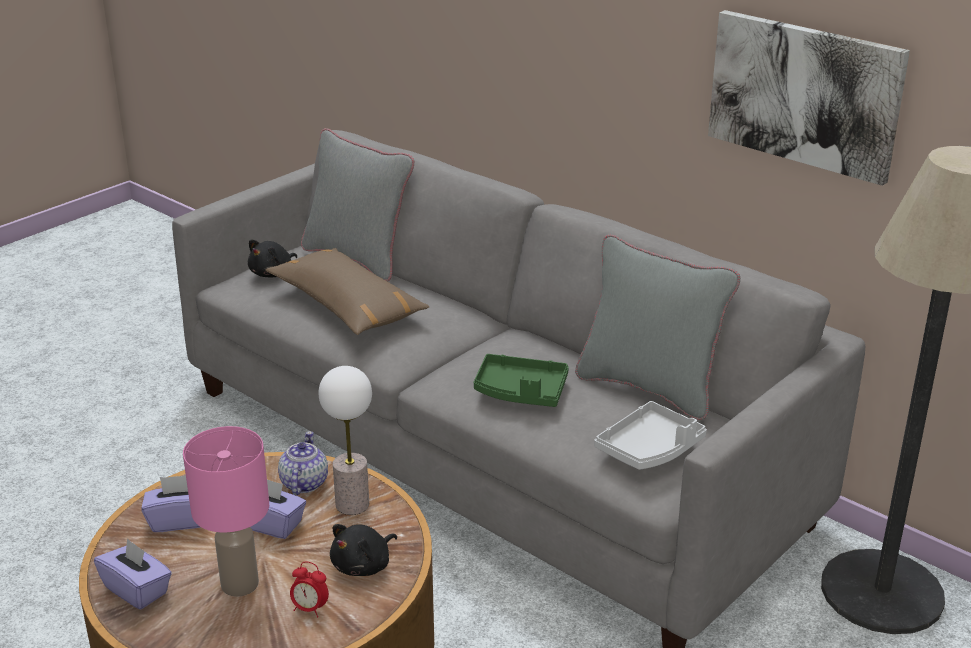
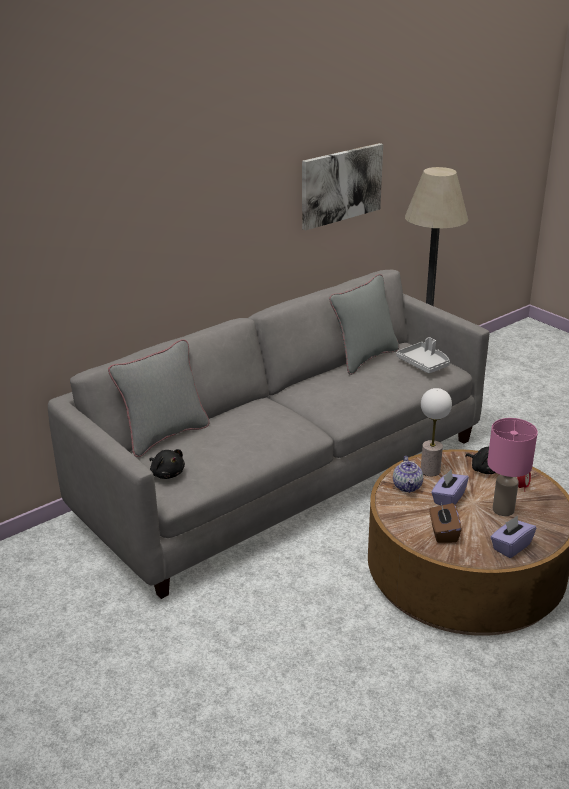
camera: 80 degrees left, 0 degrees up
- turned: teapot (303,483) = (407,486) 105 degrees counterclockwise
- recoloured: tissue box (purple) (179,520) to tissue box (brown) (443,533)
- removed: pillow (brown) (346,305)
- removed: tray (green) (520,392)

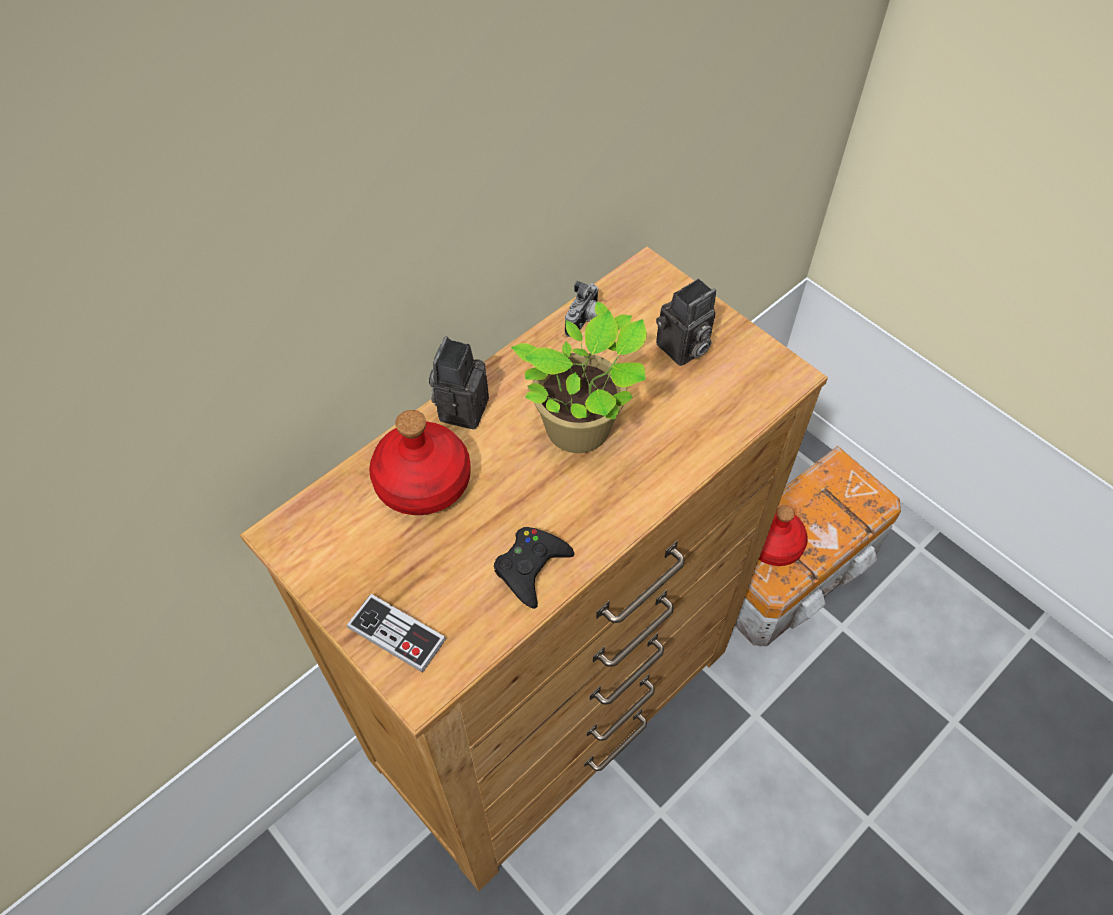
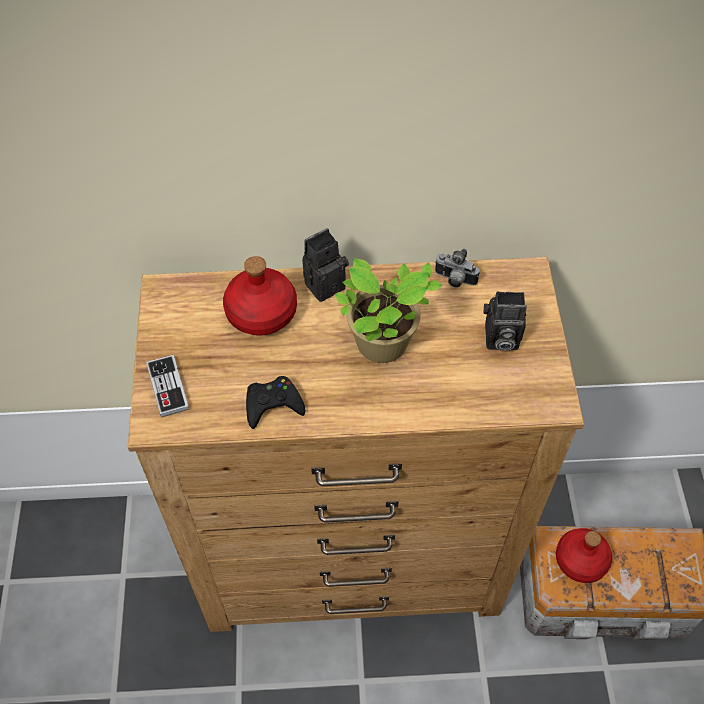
camera: 40 degrees right, 0 degrees up
- turned: photo camera (586,321) = (454,280) 45 degrees clockwise

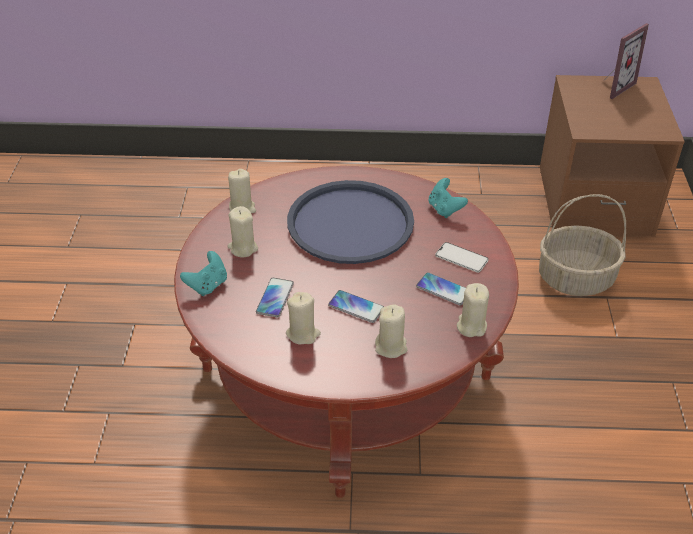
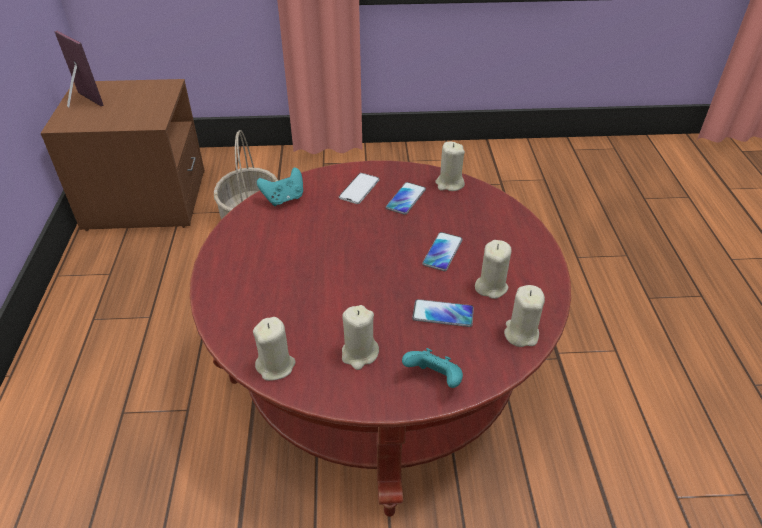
camera: 95 degrees left, 0 degrees up
- moved: candle (beige) (391,347) to (521,334)
- removed: tray (blue) (350,223)

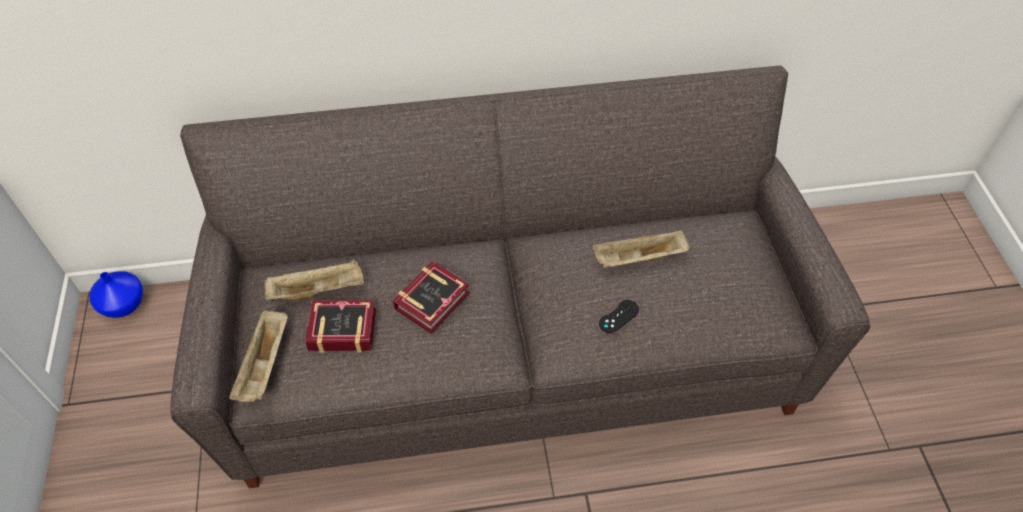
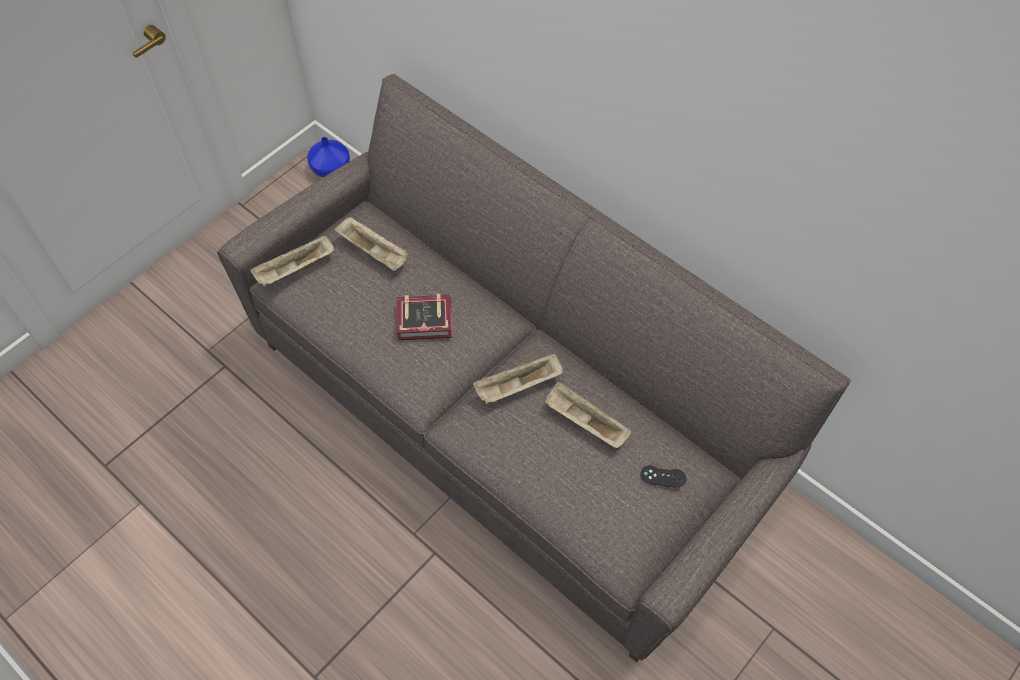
camera: 50 degrees right, 5 degrees up
- added: tray (beige) (518,387)
- moved: game controller (black) (619,316) to (663,476)
- removed: book (339,328)

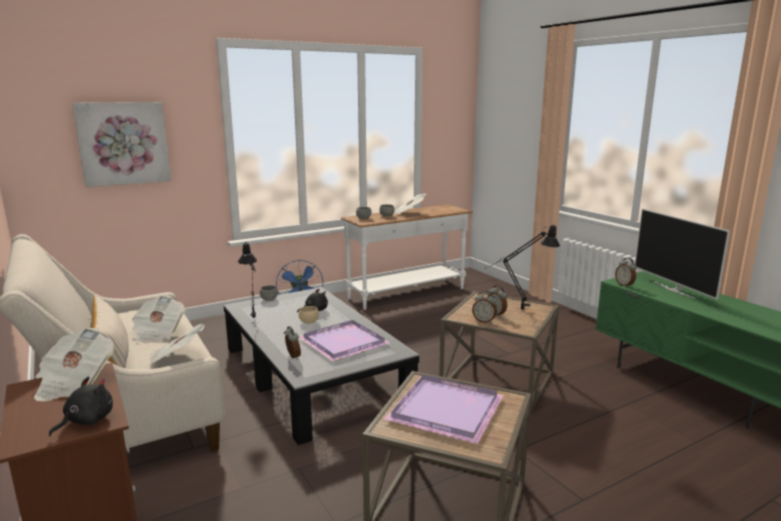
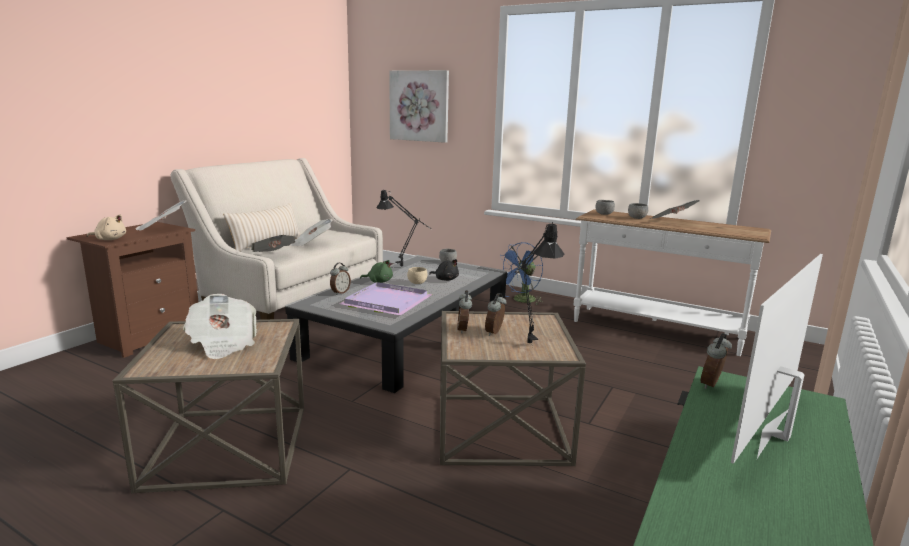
camera: 60 degrees right, 0 degrees up
- recoloured: plush toy (black) (86,421) to plush toy (beige) (110,239)
- replaced: tray (purple) (448,410) to newspaper (223,343)
- added: plush toy (green) (379,281)

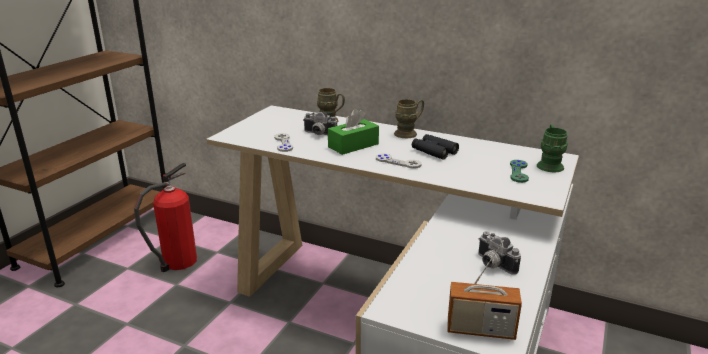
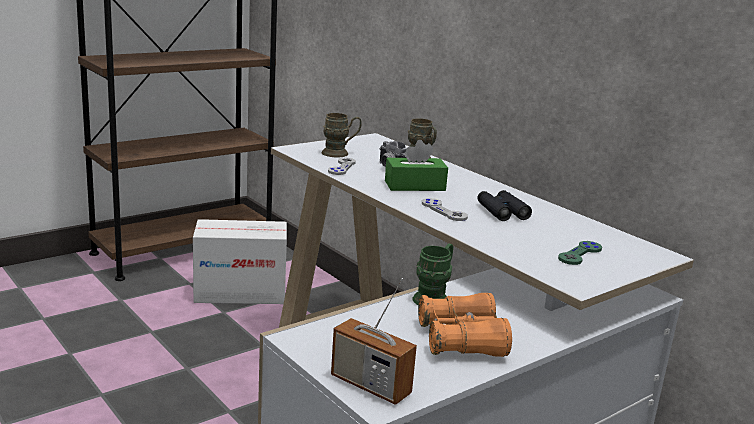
camera: 25 degrees right, 5 degrees down
- replaced: fire extinguisher (177,262) to cardboard box (240,293)
- moved: mug (brown) (409,133) to (340,153)
- moved: mug (green) (549,164) to (434,297)
- replaced: photo camera (492,264) to binoculars (orange) (461,340)

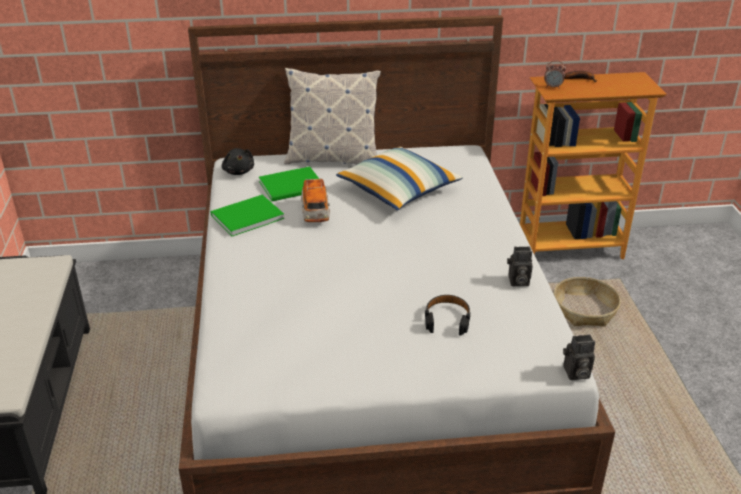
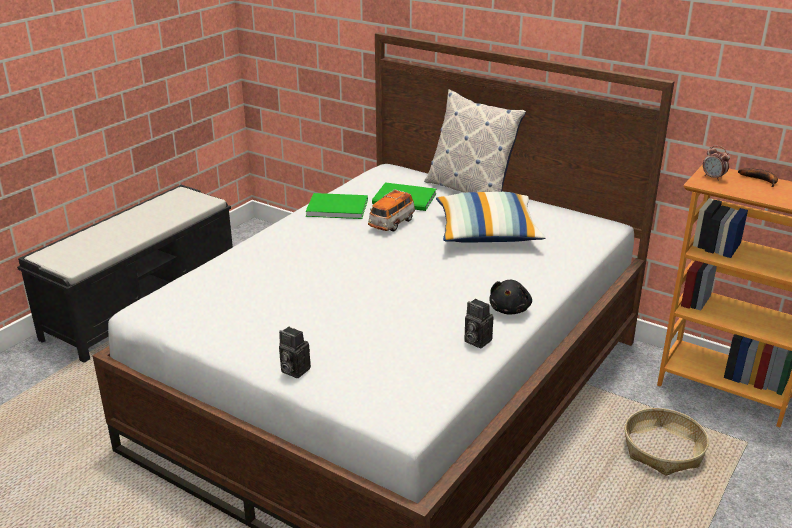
camera: 40 degrees right, 5 degrees down
- moved: photo camera (575,373) to (293,370)
- moved: plush toy (black) (238,171) to (510,309)
- removed: headphones (black) (447,319)

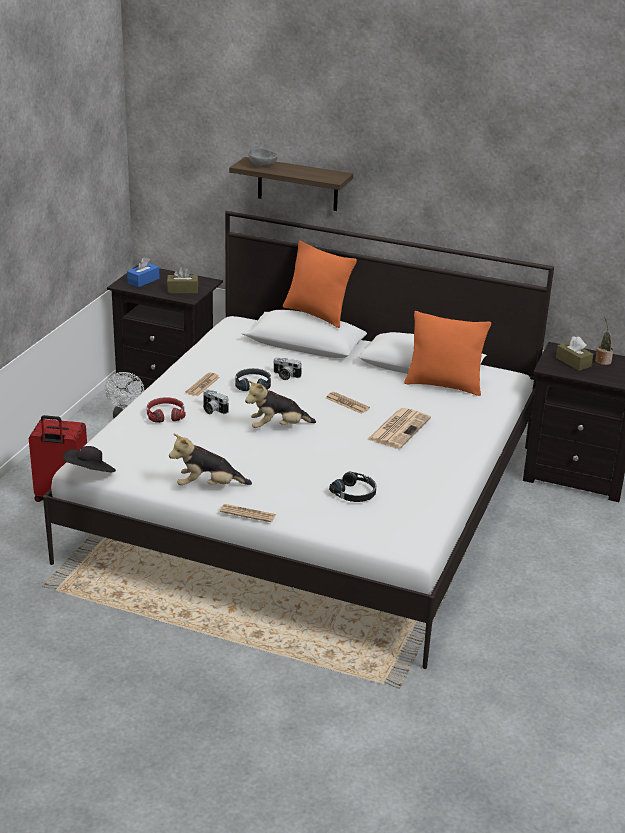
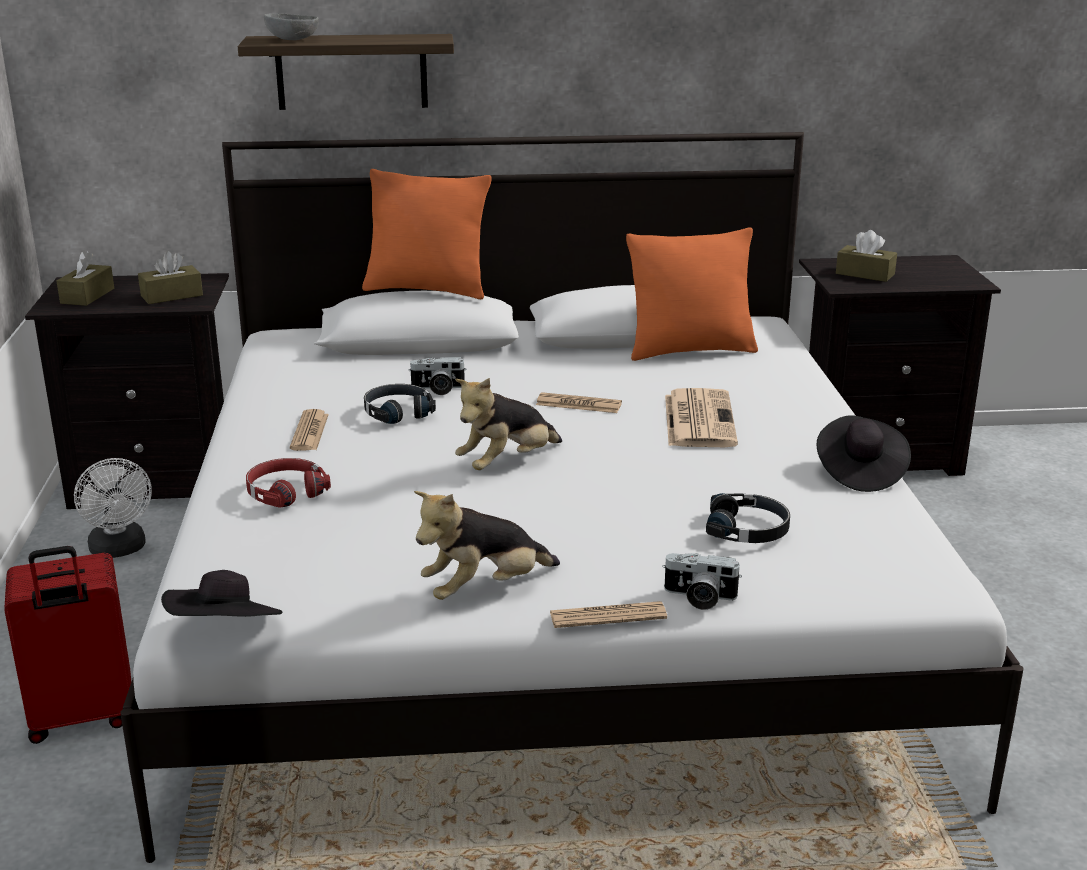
camera: 25 degrees left, 5 degrees down
- recoloured: tissue box (blue) (143,281) to tissue box (brown) (87,296)
- moved: photo camera (212,410) to (699,598)
- added: hat (black) (859,472)
- removed: potted plant (602,360)

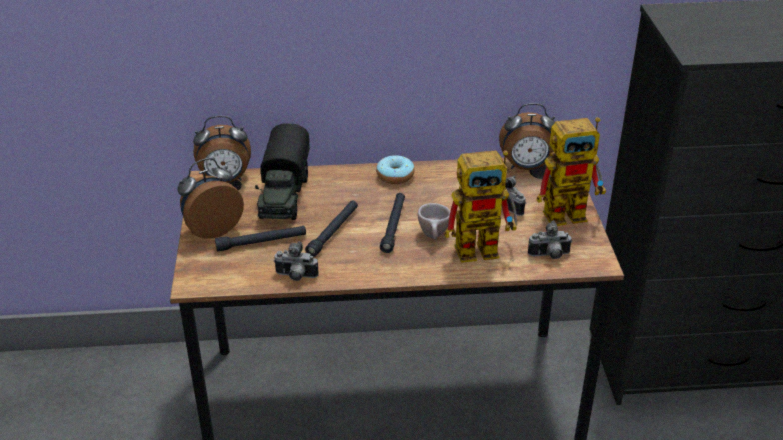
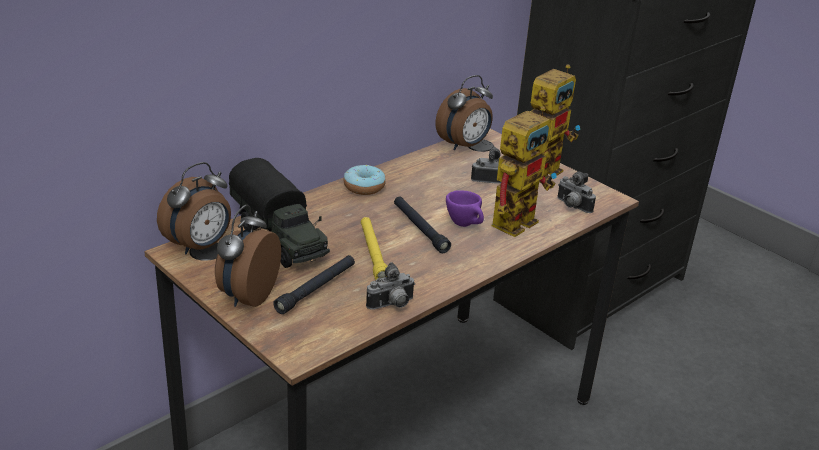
camera: 40 degrees left, 5 degrees down
- recoloured: flashlight (black) (333,232) to flashlight (yellow) (373,253)
- recoloured: cup (beige) (434,237) to cup (purple) (465,225)
- turned: photo camera (549,256) = (572,206) 90 degrees clockwise

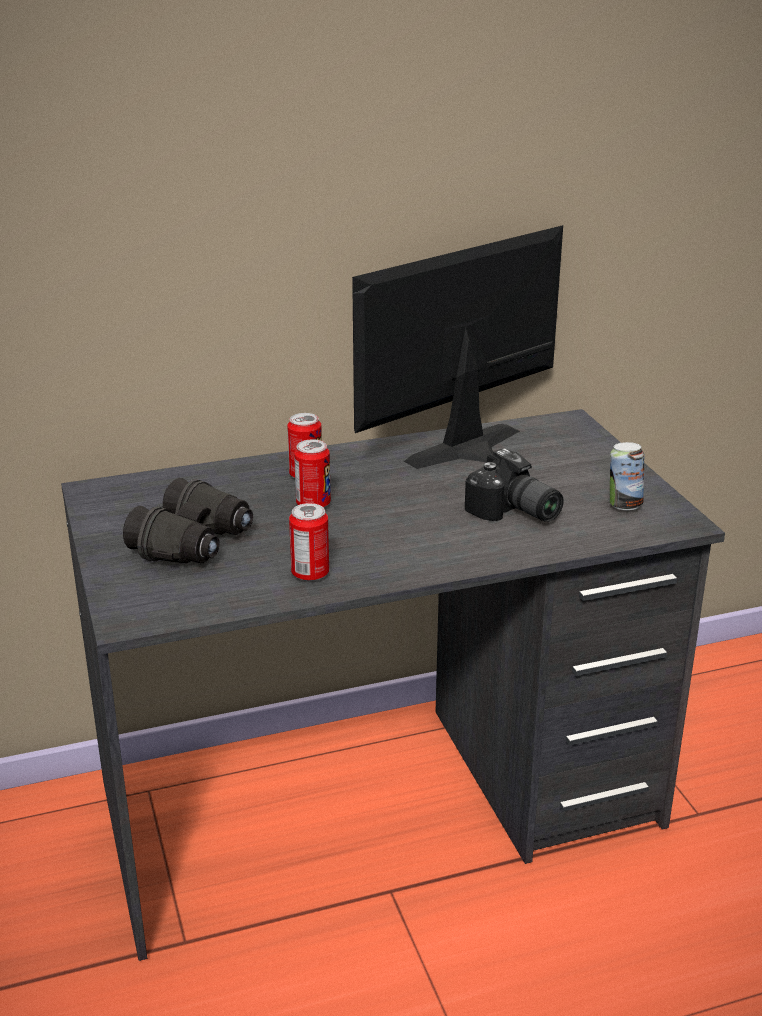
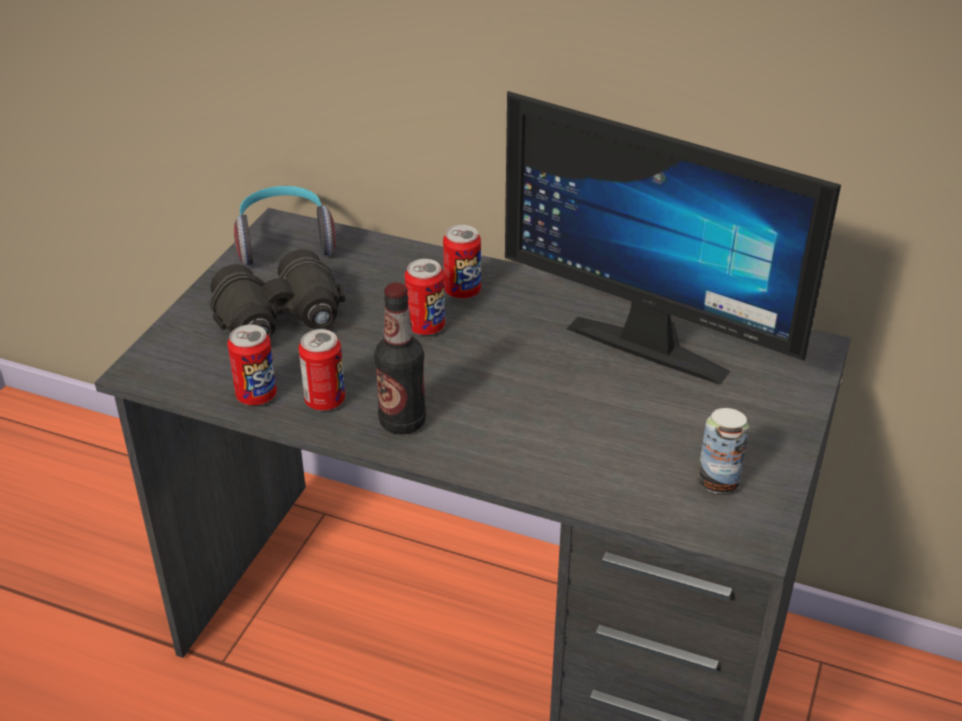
camera: 40 degrees right, 10 degrees up
- added: can (256,396)
- added: headphones (284,240)
- added: bottle (402,422)
- turned: monitor (474,452) = (655,339) 150 degrees counterclockwise
- removed: photo camera (513,513)

